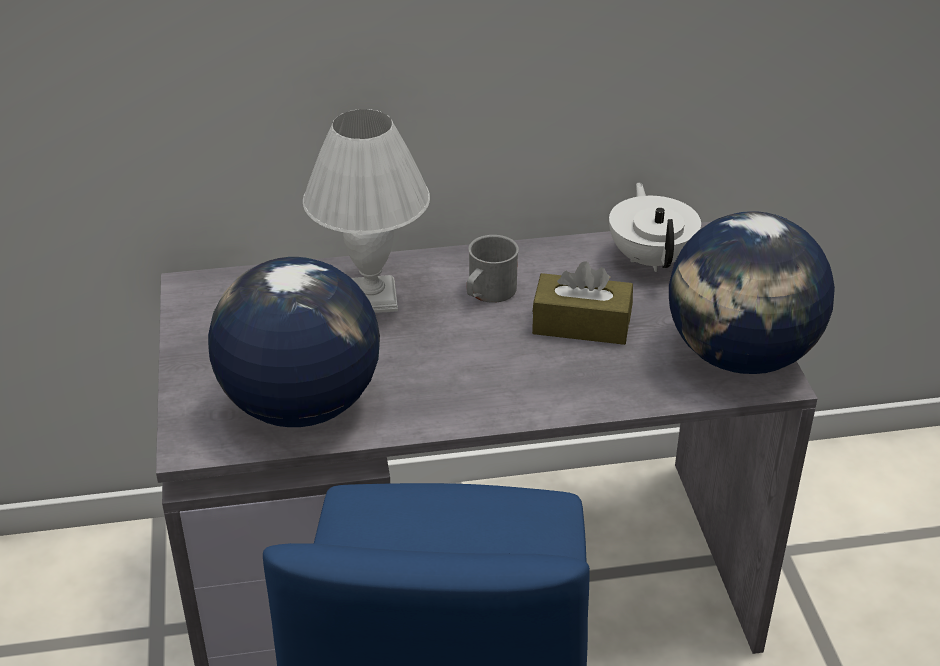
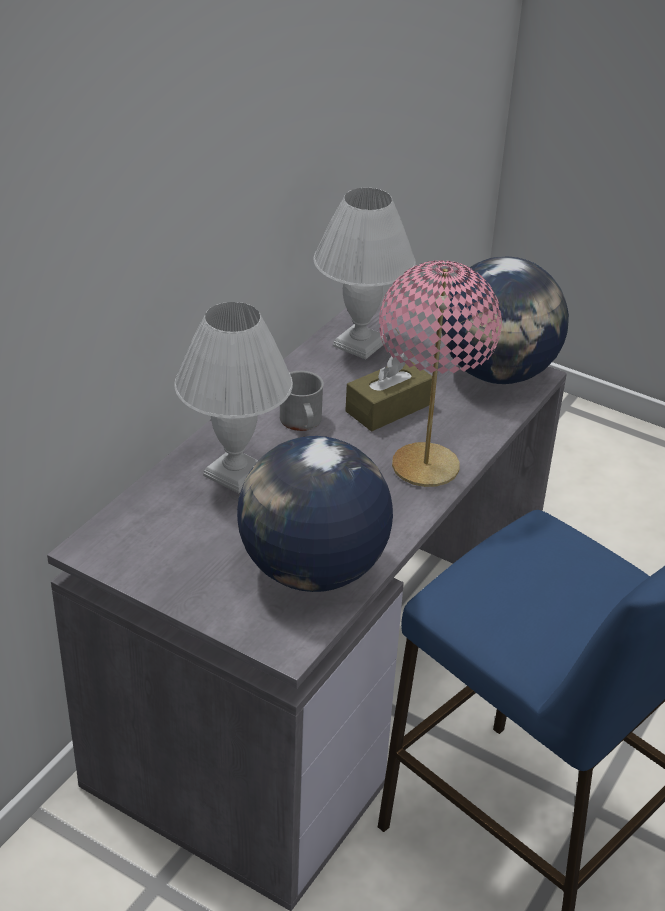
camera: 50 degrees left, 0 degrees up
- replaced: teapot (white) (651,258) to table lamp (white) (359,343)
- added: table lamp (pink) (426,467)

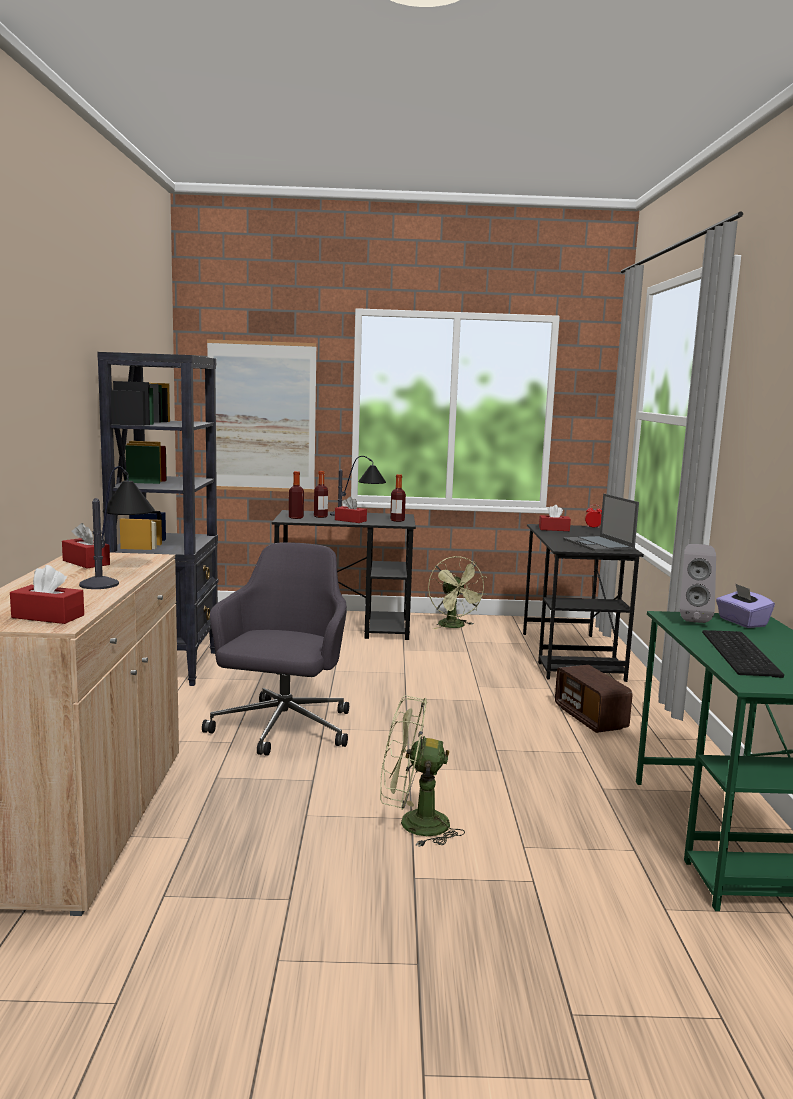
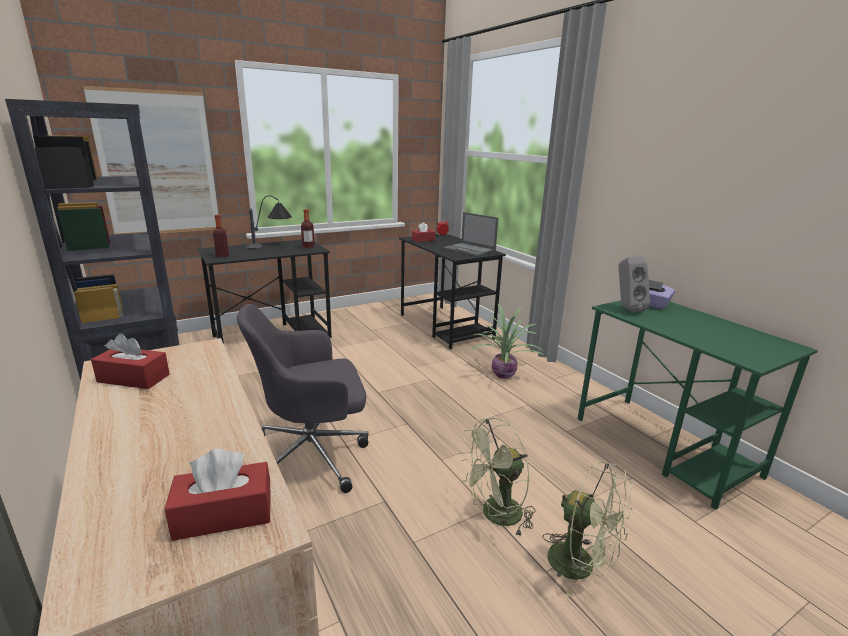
camera: 30 degrees left, 10 degrees up
- turned: office chair (grey) (282,729) = (313,455) 90 degrees counterclockwise
- replaced: radio (590,718) to potted plant (504,374)
- moved: fan (green) (455,626) to (581,566)
- removed: table lamp (119,576)
- removed: bottle (320,516)
- removed: tissue box (red) (350,520)
- removed: keyboard (742,653)

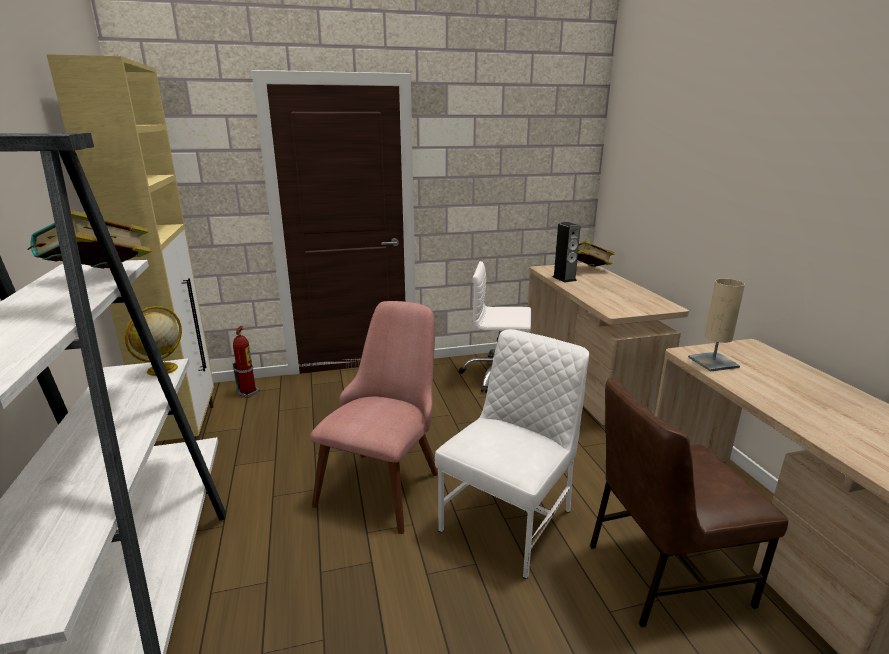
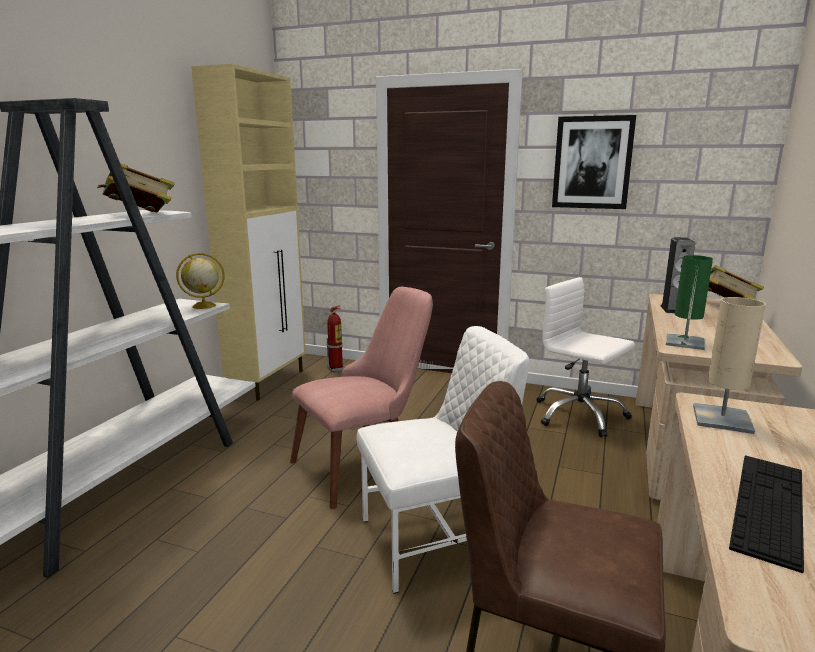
camera: 35 degrees right, 5 degrees down
- added: picture (592,162)
- added: table lamp (green) (684,342)
- added: keyboard (769,506)

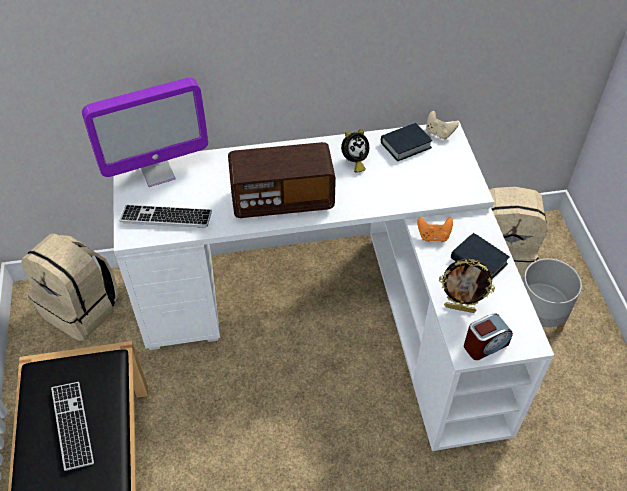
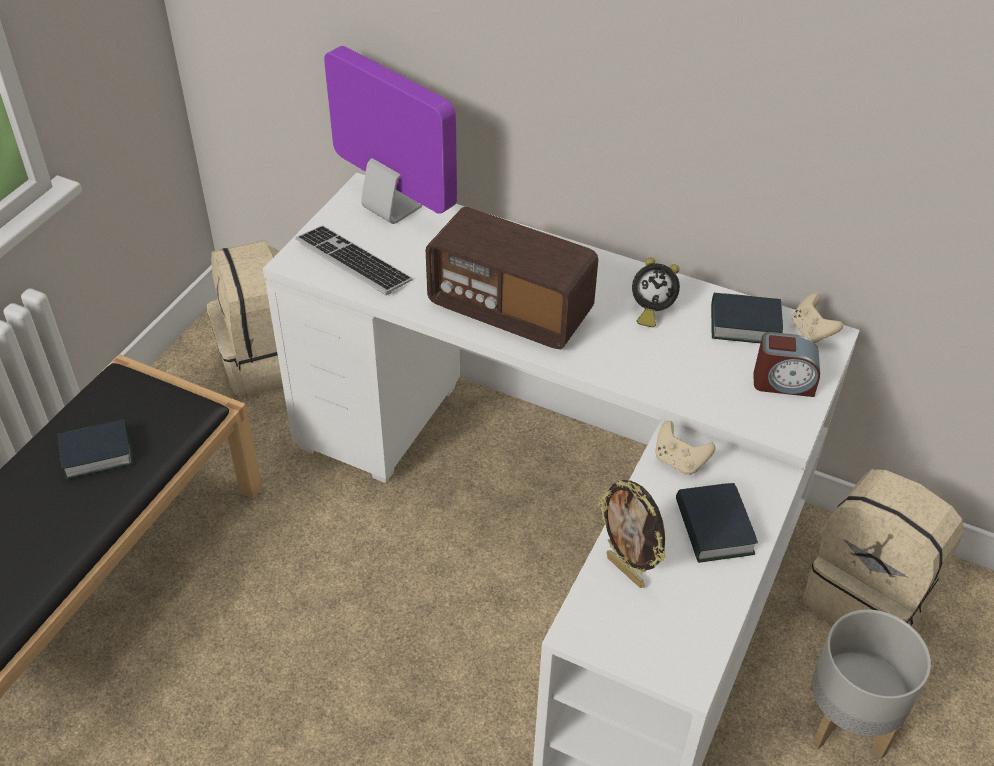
camera: 35 degrees right, 5 degrees down
- replaced: keyboard (72,426) to book (97,454)
- turned: monitor (157,173) = (392,208) 150 degrees counterclockwise
- recoloured: game controller (orange) (433,236) to game controller (beige) (679,461)
- moved: alarm clock (485,345) to (783,382)

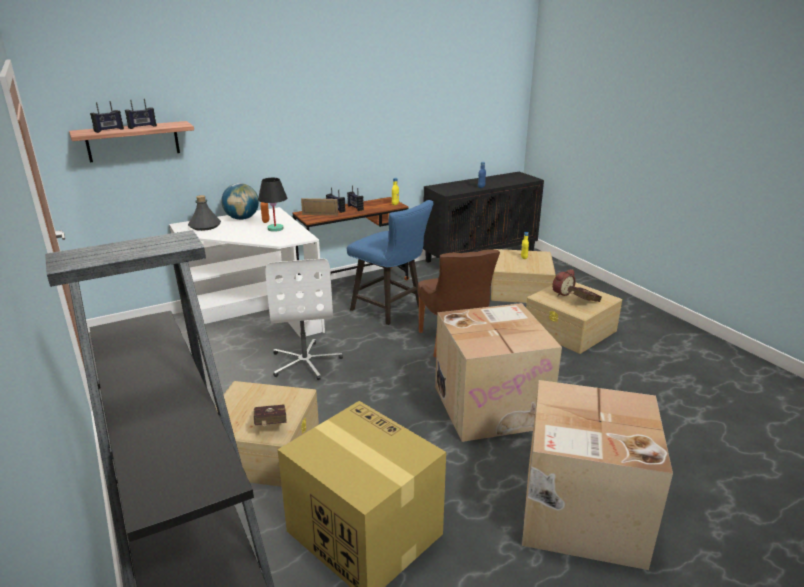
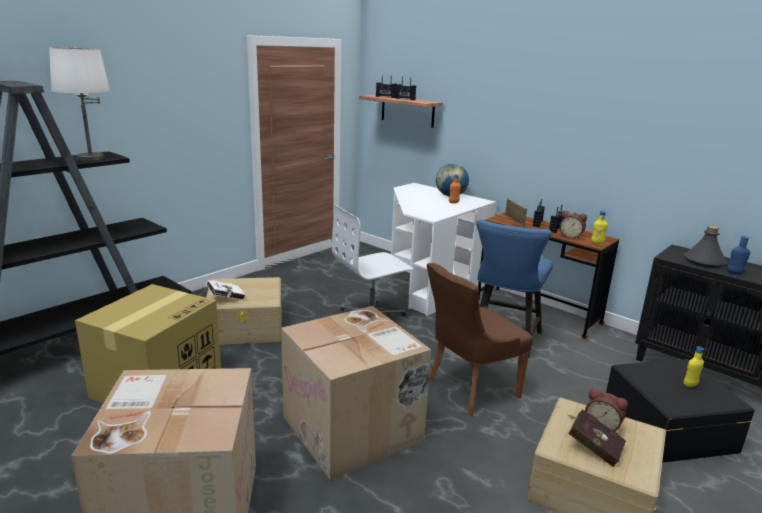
camera: 70 degrees right, 5 degrees down
- added: table lamp (white) (91,158)
- recoloured: book (red) (270,426) to book (white) (224,298)
- added: alarm clock (571,236)
- recoloured: storage box (beige) (520,290) to storage box (black) (667,427)
- moved: bottle (grey) (205,226) to (704,262)
- removed: table lamp (black) (275,228)

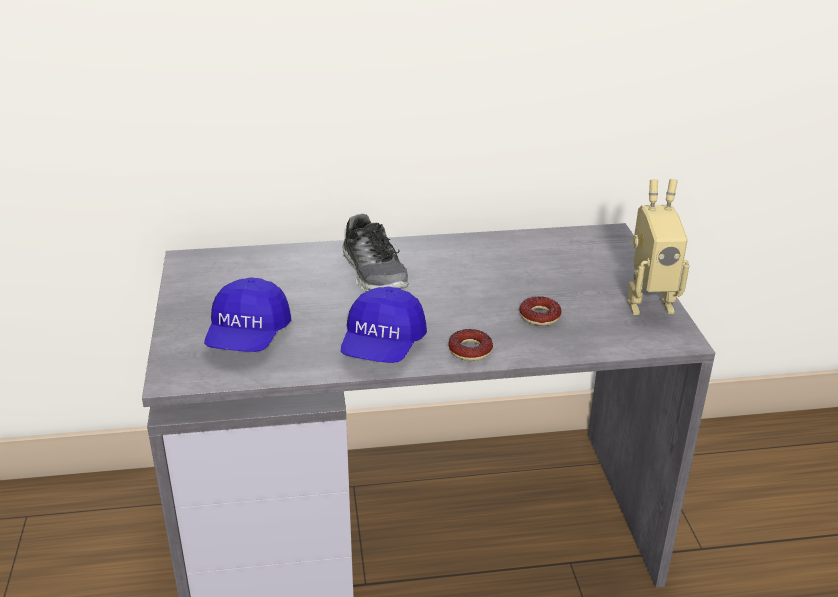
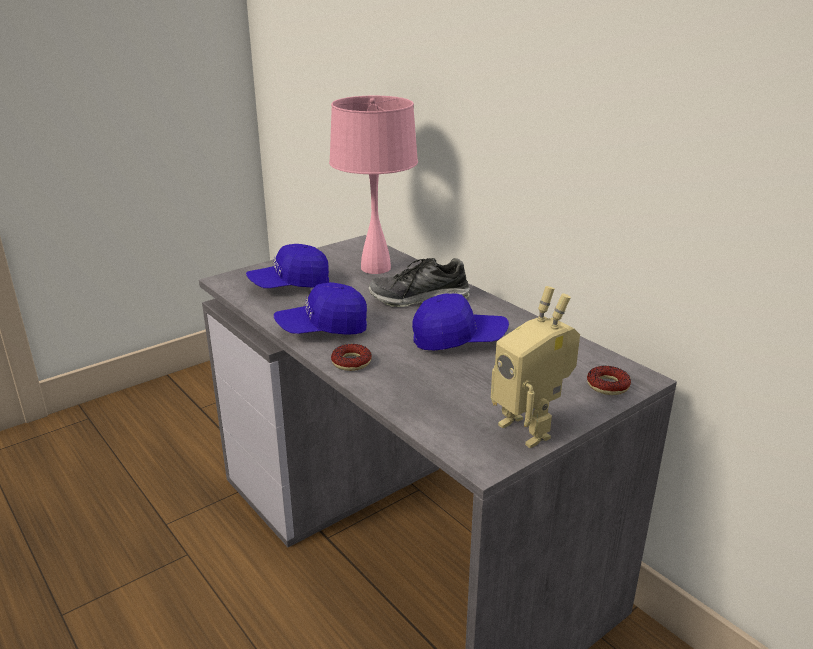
camera: 60 degrees right, 5 degrees down
- added: table lamp (pink) (376,268)
- turned: shoe (374,273) = (419,299) 45 degrees clockwise
- added: cap (blue) (458,340)
- moved: donut (539,316) to (607,385)

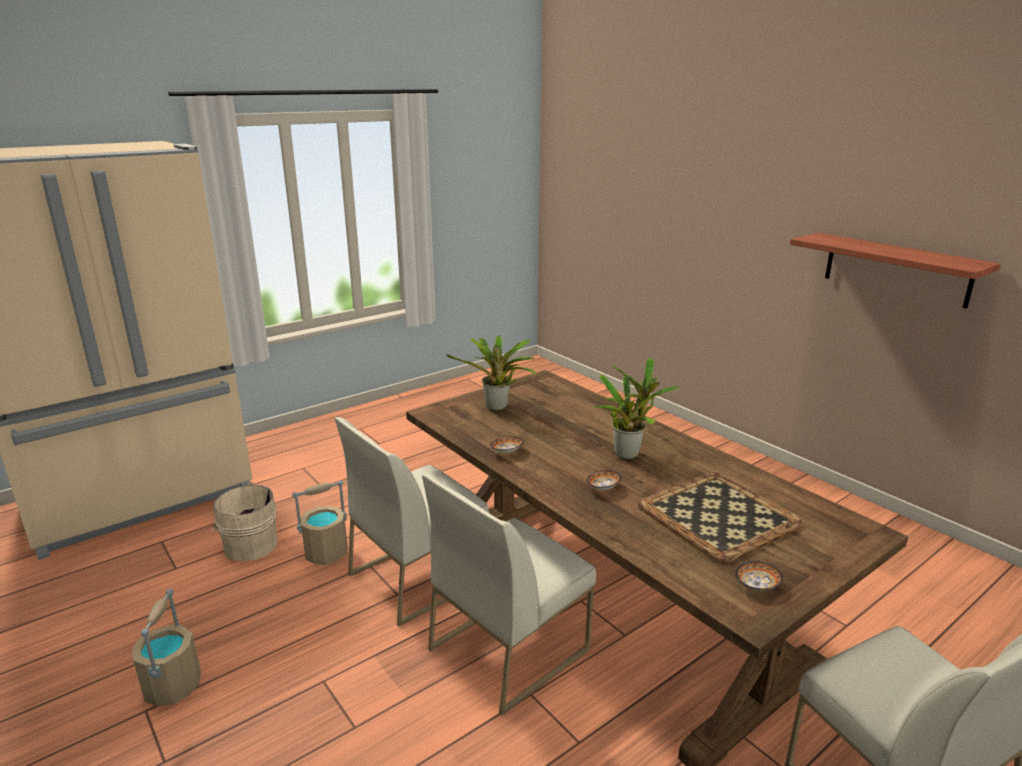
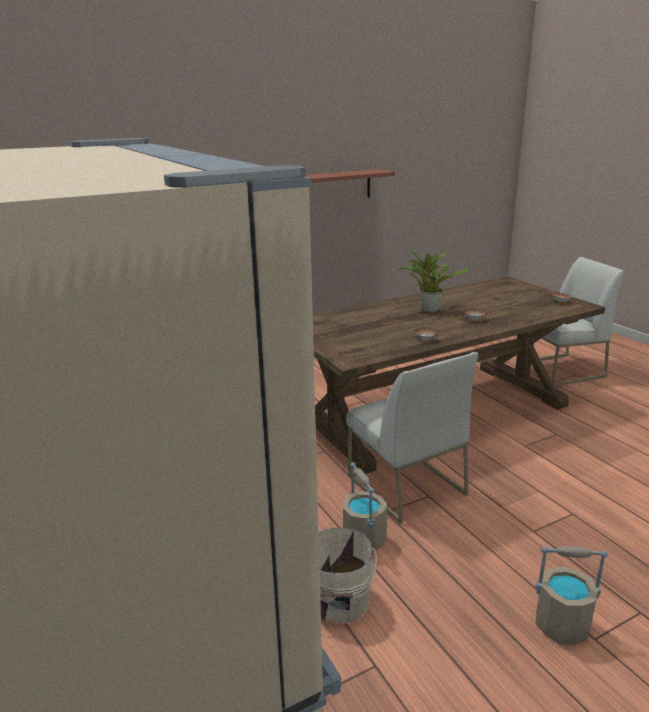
camera: 80 degrees left, 0 degrees up
- removed: chair (white) (509,648)
- removed: potted plant (497,408)
- removed: tray (720,515)

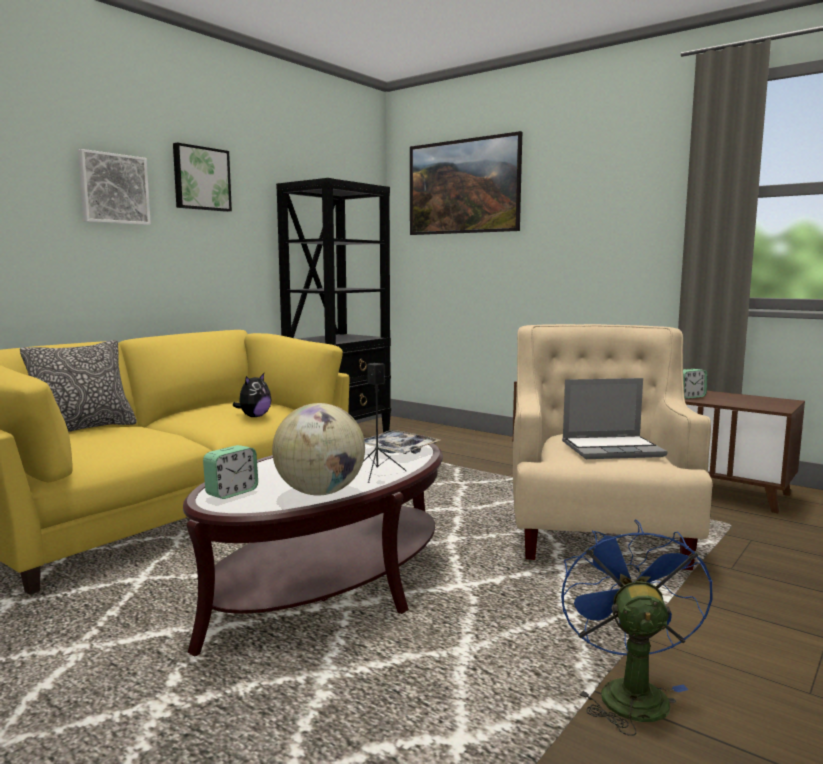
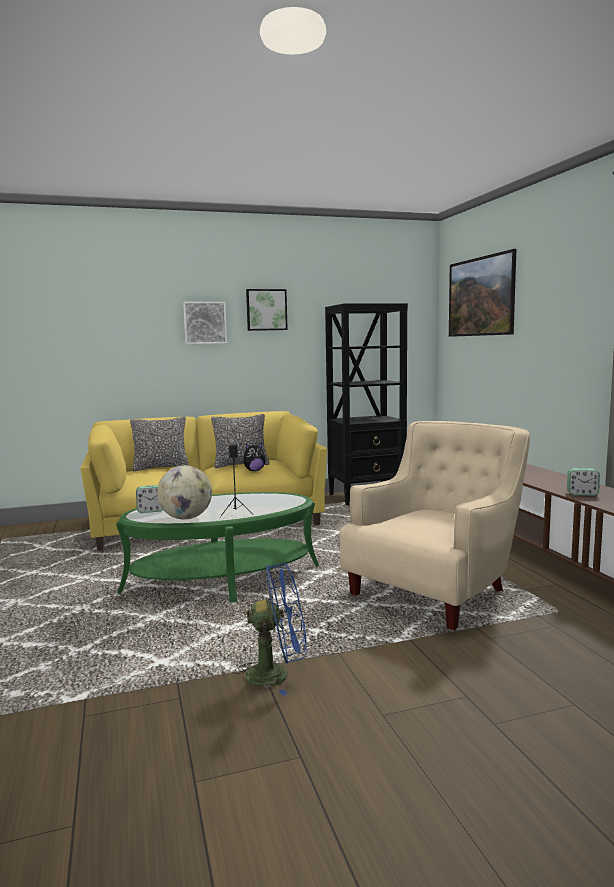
camera: 35 degrees right, 0 degrees up
- recoloured: coffee table (brown) (330,584) to coffee table (green) (222,579)
- added: pillow (241,465)
- turned: fan (blue) (627,691) = (277,674) 45 degrees clockwise
- removed: tray (397,450)
- removed: laptop (613,449)

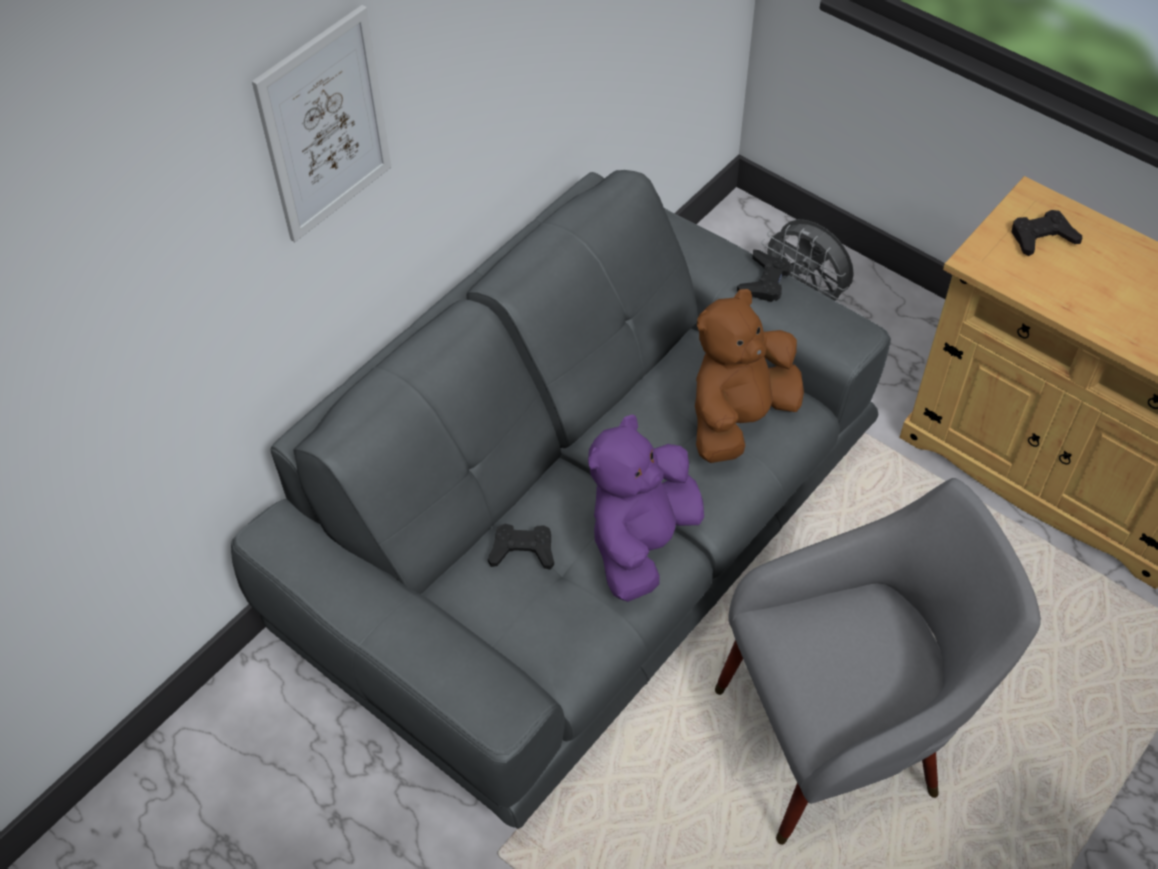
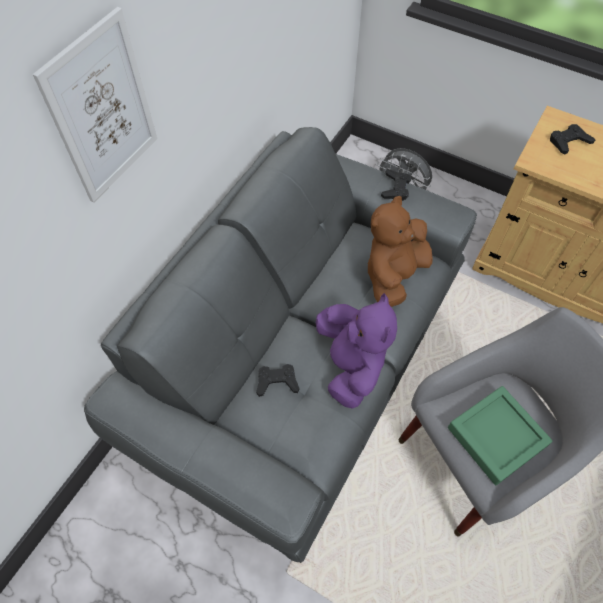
camera: 10 degrees left, 5 degrees up
- turned: plush toy (purple) (641,542) = (351,365) 150 degrees clockwise
- added: tray (green) (496,437)

